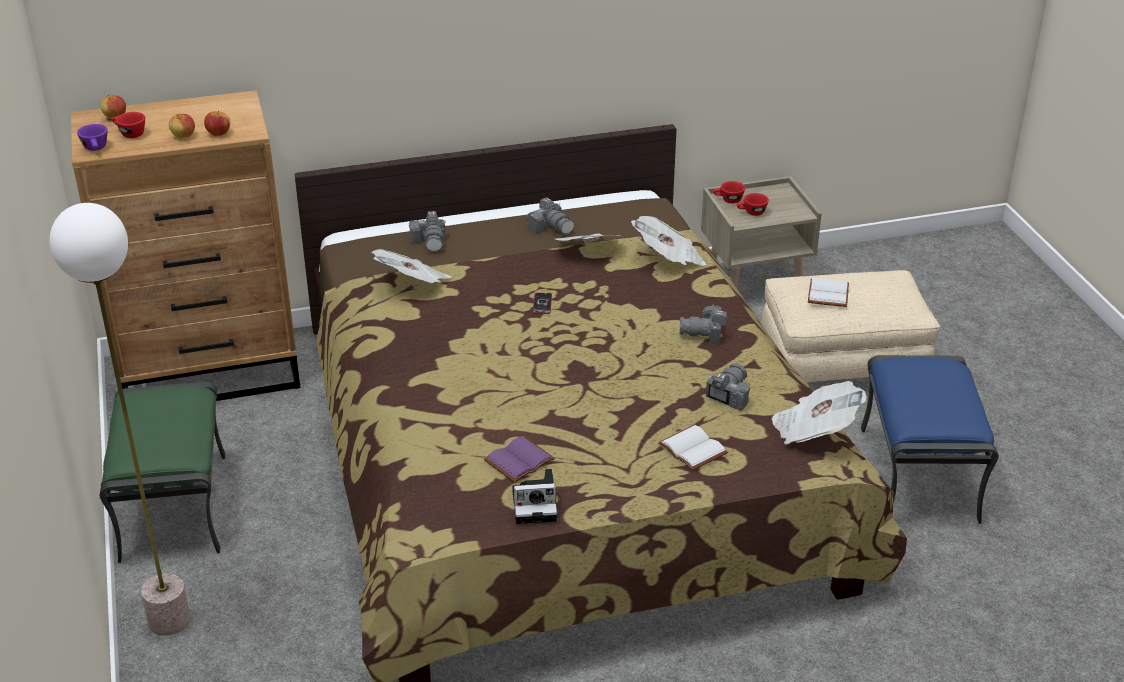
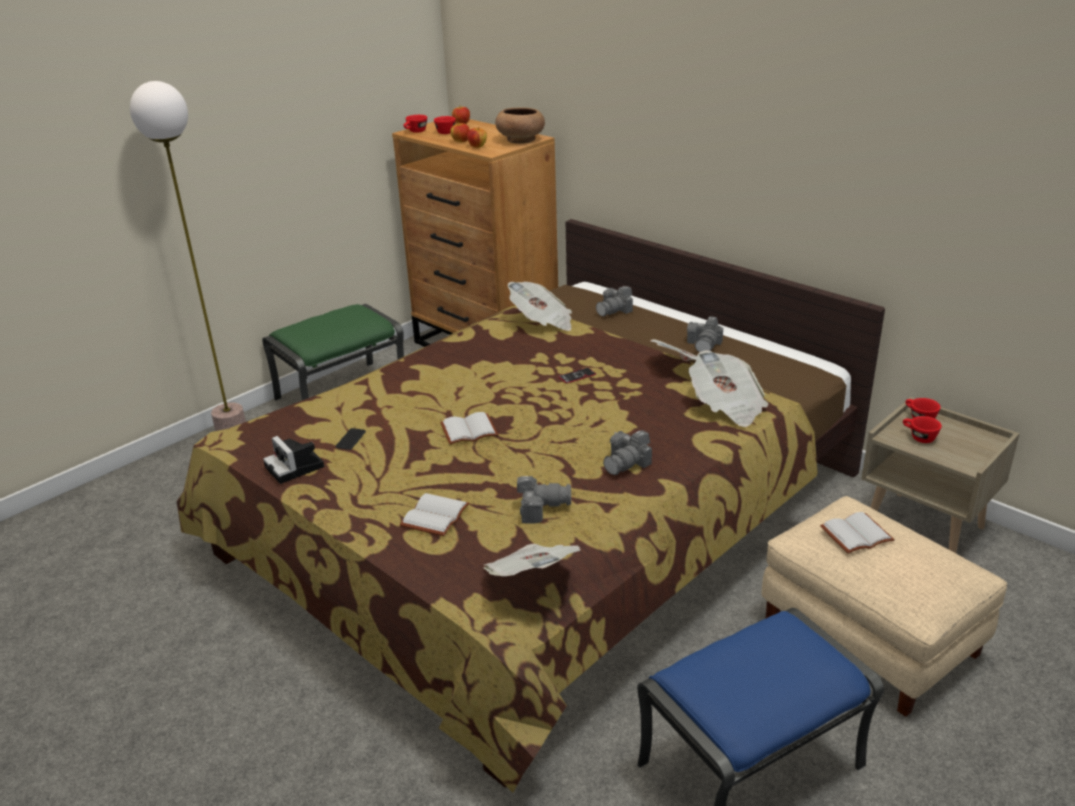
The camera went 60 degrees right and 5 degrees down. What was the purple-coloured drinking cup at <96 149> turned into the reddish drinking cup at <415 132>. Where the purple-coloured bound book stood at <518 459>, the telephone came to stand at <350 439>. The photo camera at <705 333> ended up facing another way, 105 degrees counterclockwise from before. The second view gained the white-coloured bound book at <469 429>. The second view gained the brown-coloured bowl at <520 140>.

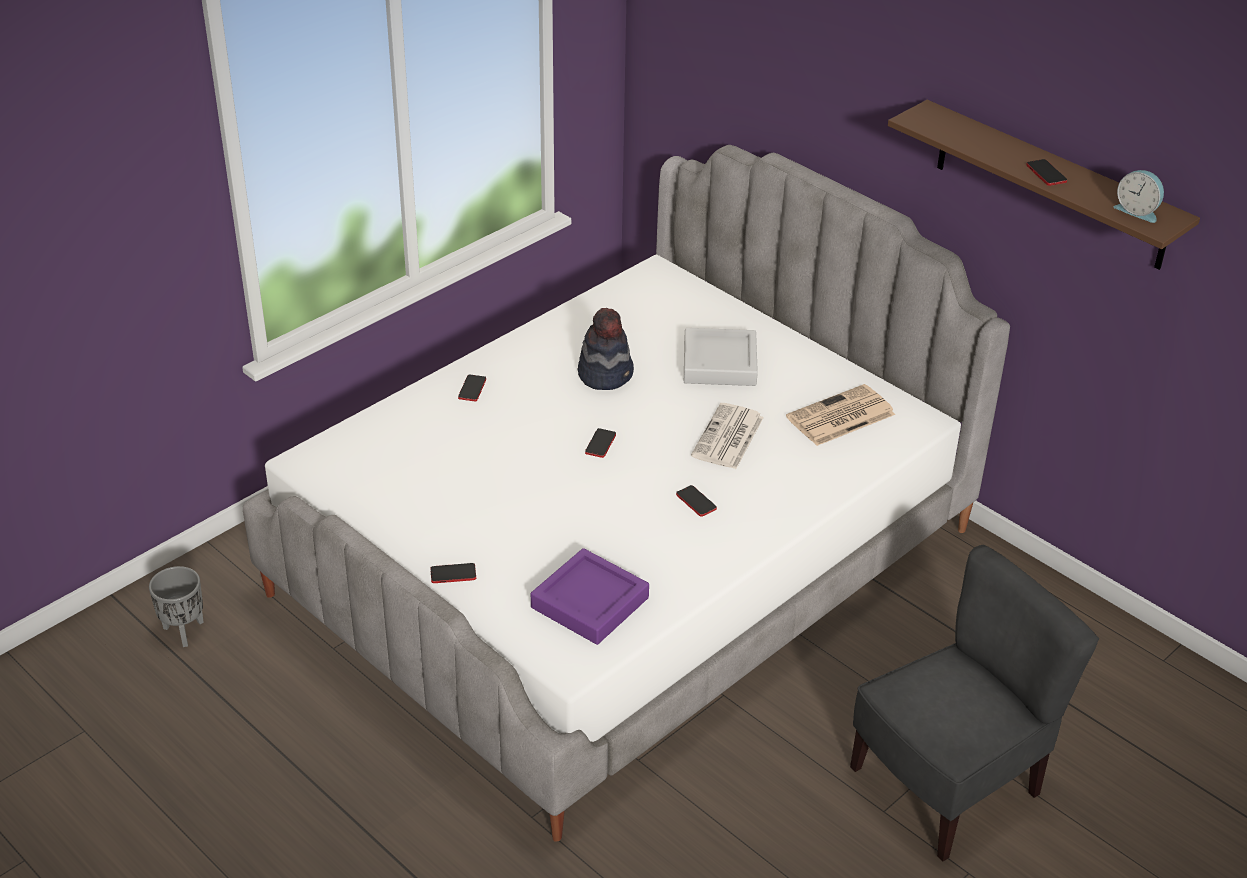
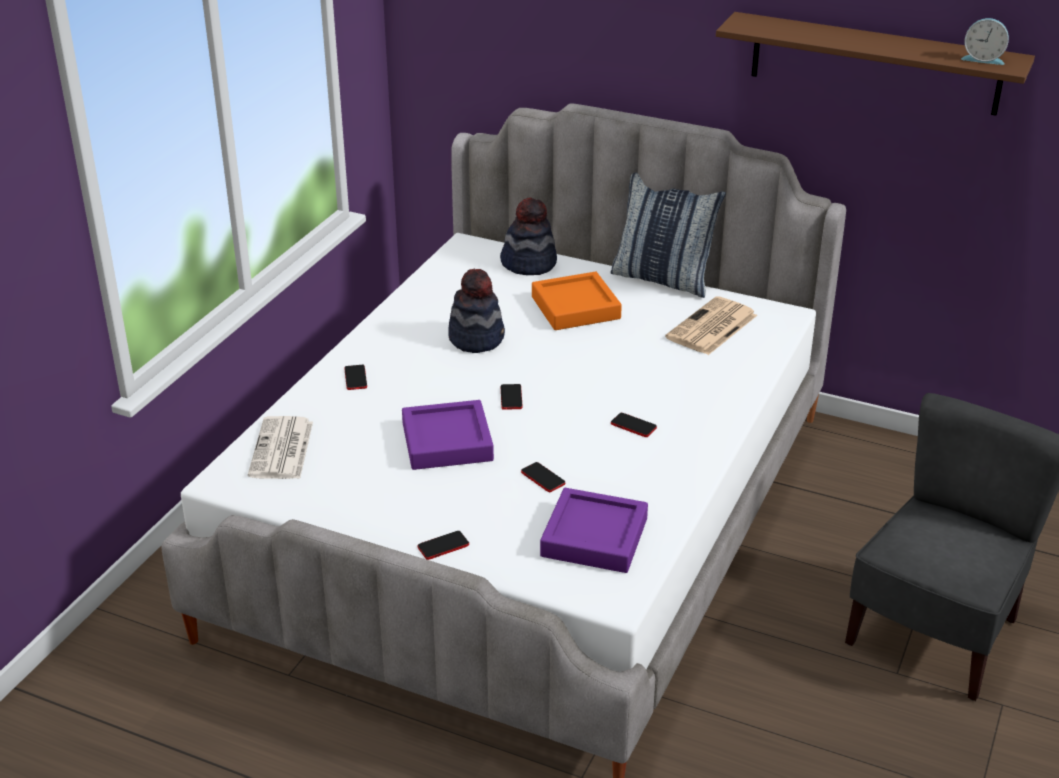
The camera went 20 degrees left and 5 degrees down. The second view lost the gray planter at <185 631>. What was the gray tray at <719 363> turned into the orange-coloured tray at <575 308>. The daily paper ended up elsewhere, having gone from <728 438> to <282 450>. The telephone ended up elsewhere, having gone from <1046 173> to <543 478>. The second view gained the purple-coloured tray at <447 442>. The second view gained the hat at <529 263>. The second view gained the throw pillow at <663 279>.

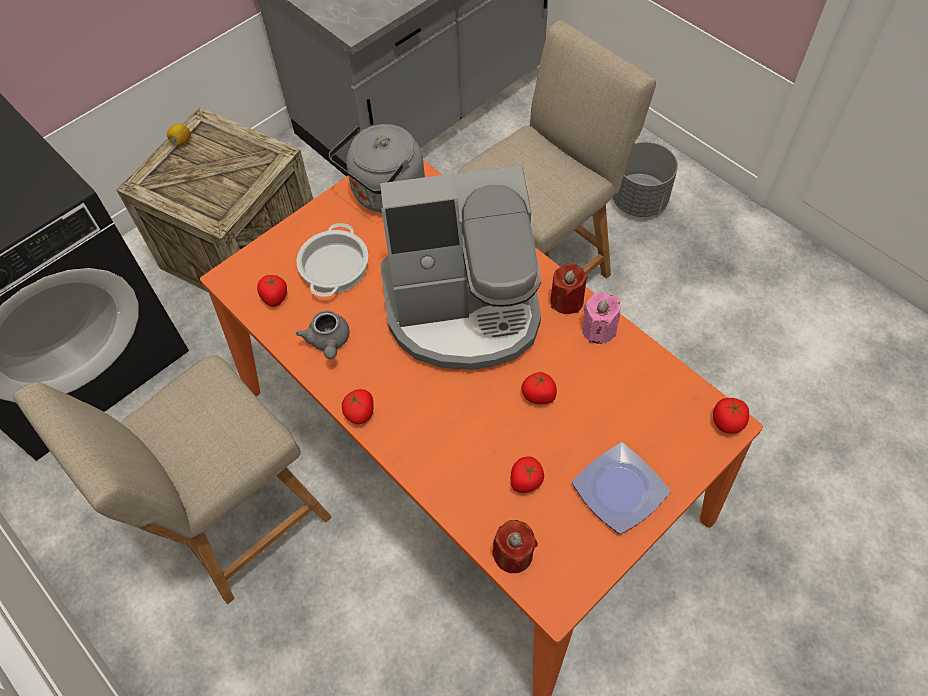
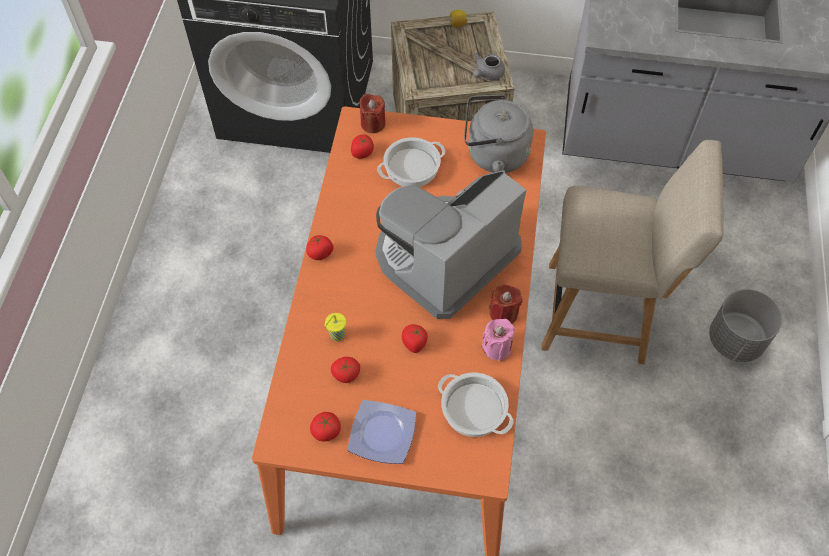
The camera went 50 degrees right and 0 degrees up. The second view lost the sand-coloured upright chair at <236 520>. The gray tea pot ended up elsewhere, having gone from <329 342> to <487 74>. The coffee machine at <463 308> ended up facing another way, 90 degrees clockwise from before. The reddish candle ended up elsewhere, having gone from <513 554> to <373 123>. The whole tomato ended up elsewhere, having gone from <727 422> to <326 431>. The second view gained the yellowish drinking cup at <336 335>. The second view gained the saucepot at <473 409>.

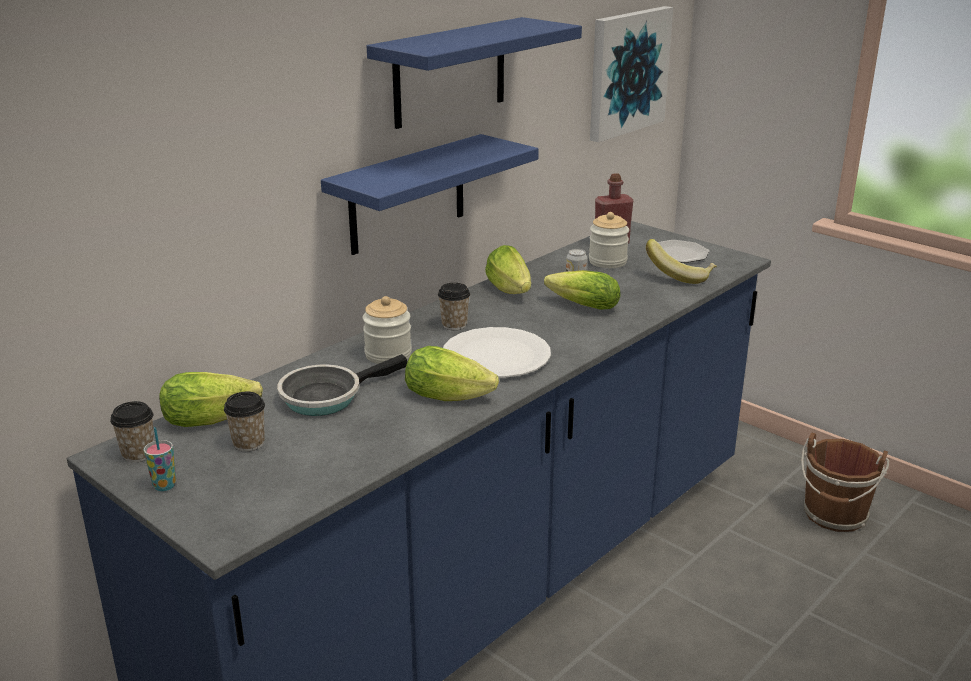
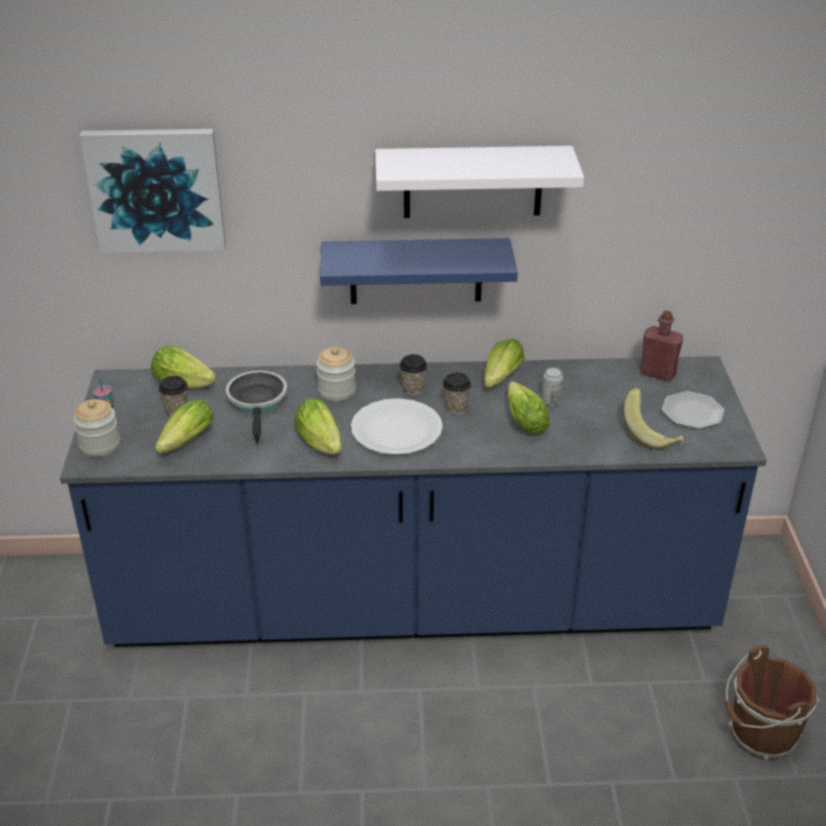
The camera went 45 degrees right and 10 degrees up. The drinking cup ended up elsewhere, having gone from <138 454> to <456 408>. The pan at <326 396> ended up facing another way, 75 degrees clockwise from before. What was the blue bracket shelf at <450 72> turned into the white-coloured bracket shelf at <473 181>. The preserve jar ended up elsewhere, having gone from <607 261> to <100 445>. The wall art ended up elsewhere, having gone from <627 72> to <156 189>. The second view gained the lettuce at <184 443>.

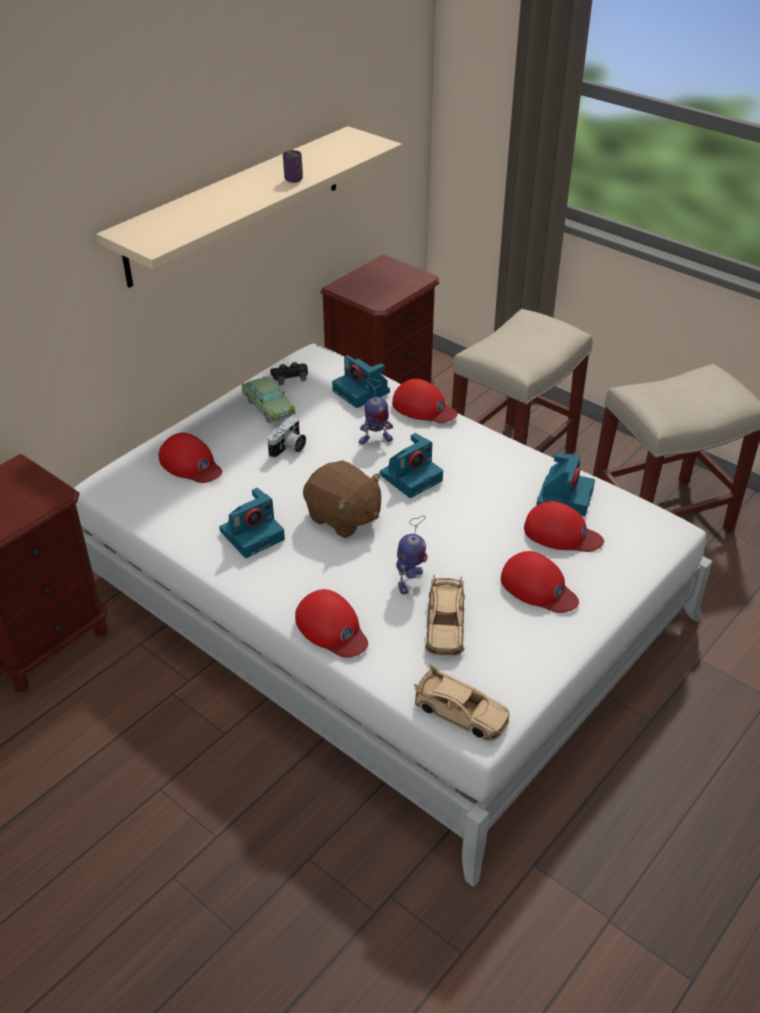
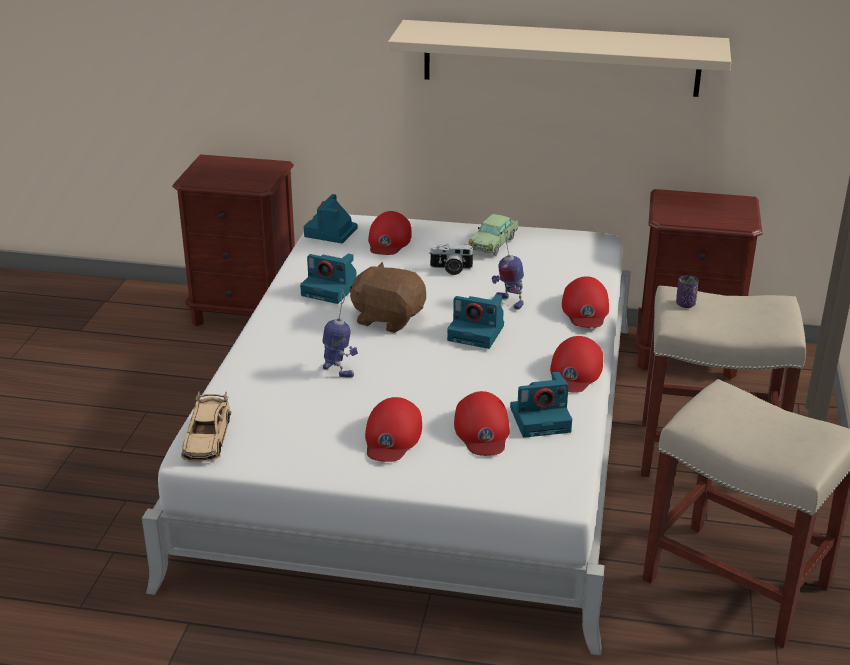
The camera went 60 degrees right and 10 degrees down. The second view lost the black-coloured gamepad at <290 377>. The purple-coloured drinking cup ended up elsewhere, having gone from <293 179> to <685 304>. The reddish peaked cap ended up elsewhere, having gone from <332 628> to <575 372>. The brown-coloured soft toy at <343 518> ended up facing another way, 105 degrees clockwise from before. The photo camera ended up elsewhere, having gone from <362 392> to <331 233>. The robot figure at <409 581> ended up facing another way, 135 degrees counterclockwise from before. The second view lost the sand-coloured model car at <445 625>.

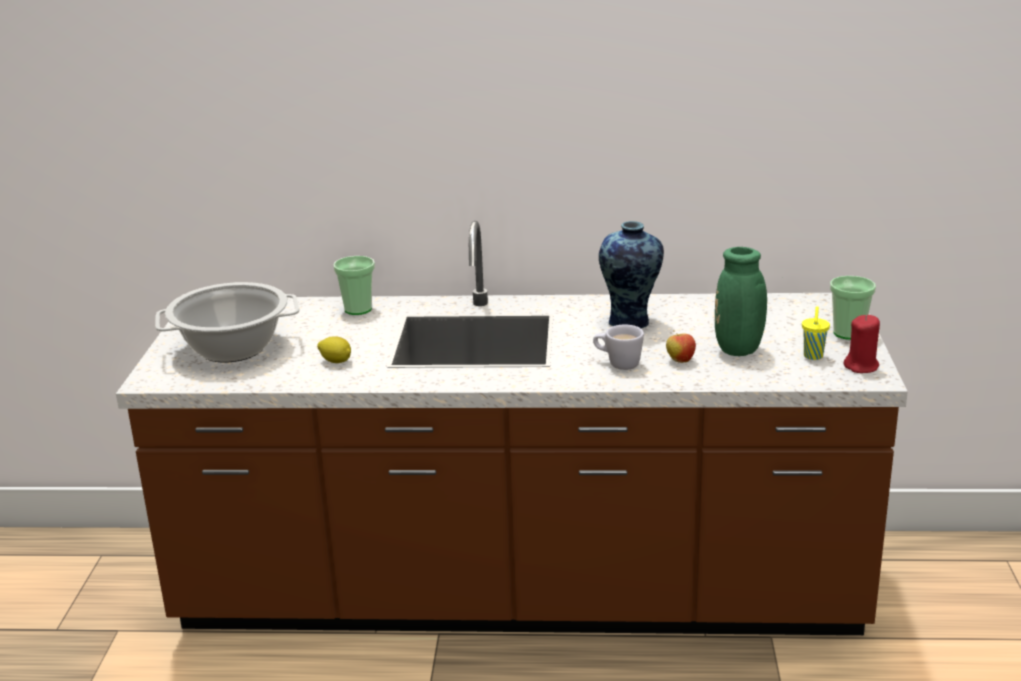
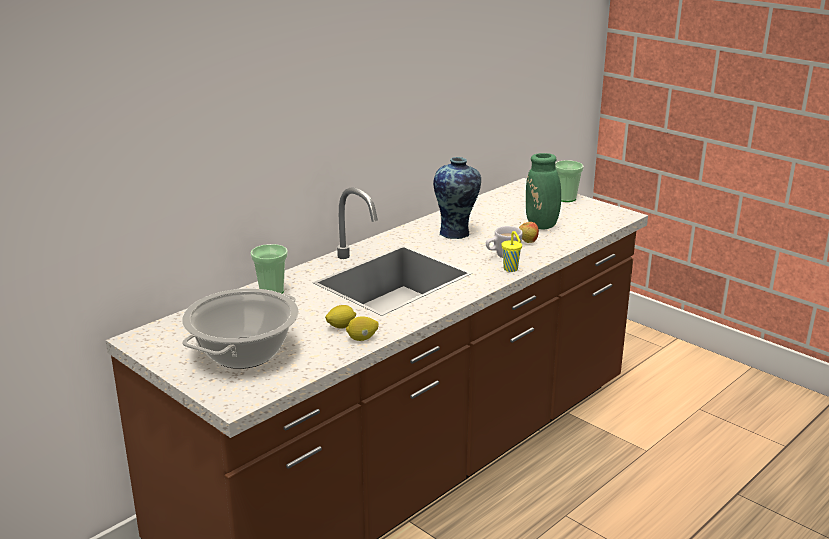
The camera went 50 degrees left and 0 degrees up. The yellowish drinking cup ended up elsewhere, having gone from <813 356> to <511 269>. The second view lost the reddish candle at <861 366>. The second view gained the citrus fruit at <362 339>.

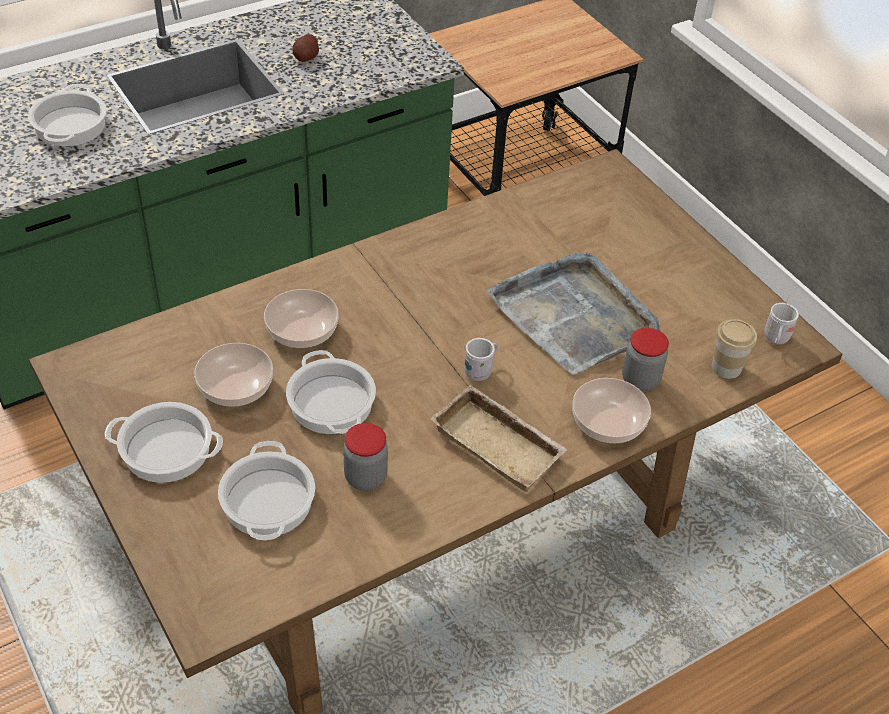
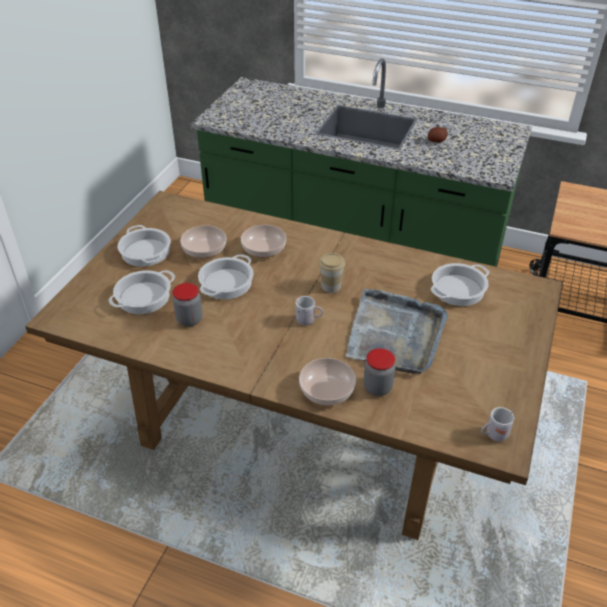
The camera went 55 degrees right and 5 degrees down. The saucepot ended up elsewhere, having gone from <71 126> to <458 290>. The second view lost the sand-coloured tray at <500 443>. The drinking cup ended up elsewhere, having gone from <726 367> to <331 286>.

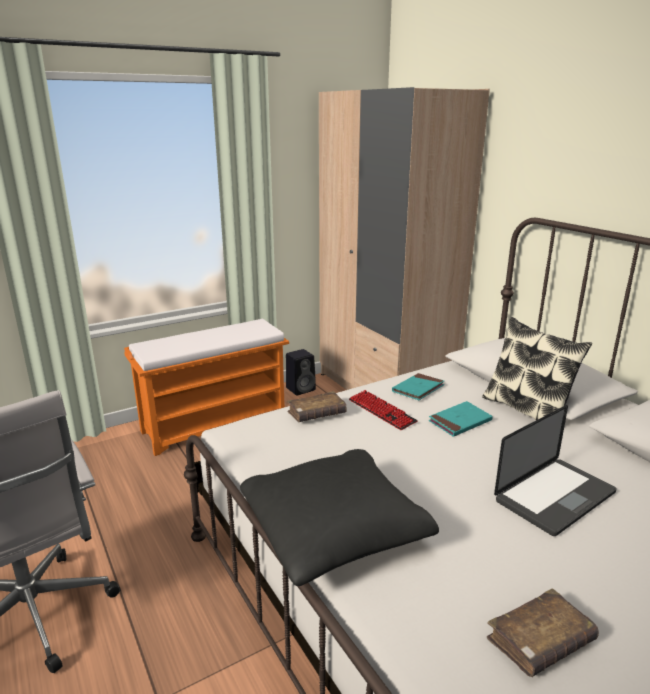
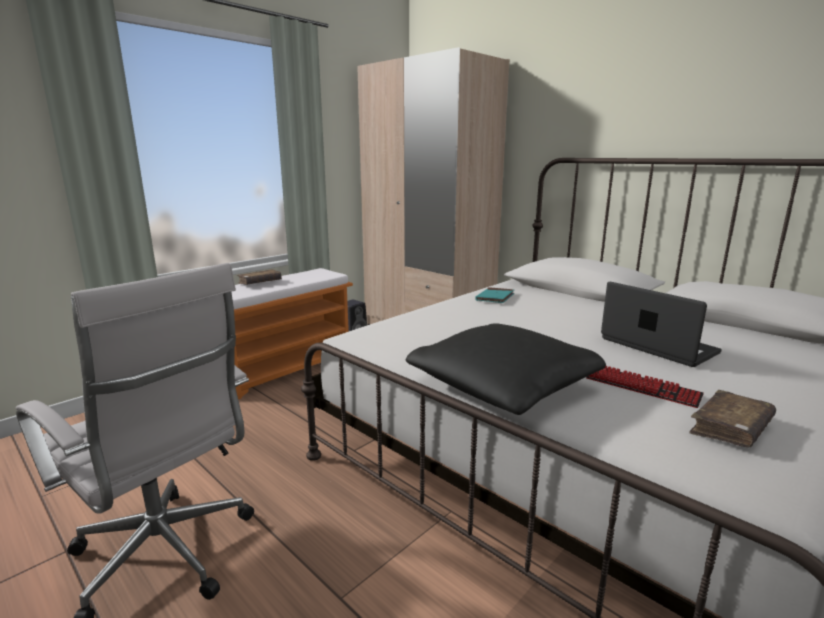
The camera went 15 degrees left and 5 degrees down. The brown-coloured bound book ended up elsewhere, having gone from <316 414> to <260 283>. The PC keyboard ended up elsewhere, having gone from <381 411> to <642 387>. The second view lost the turquoise bound book at <460 421>. The second view lost the throw pillow at <527 410>. The notebook computer at <554 497> ended up facing another way, 75 degrees counterclockwise from before.

